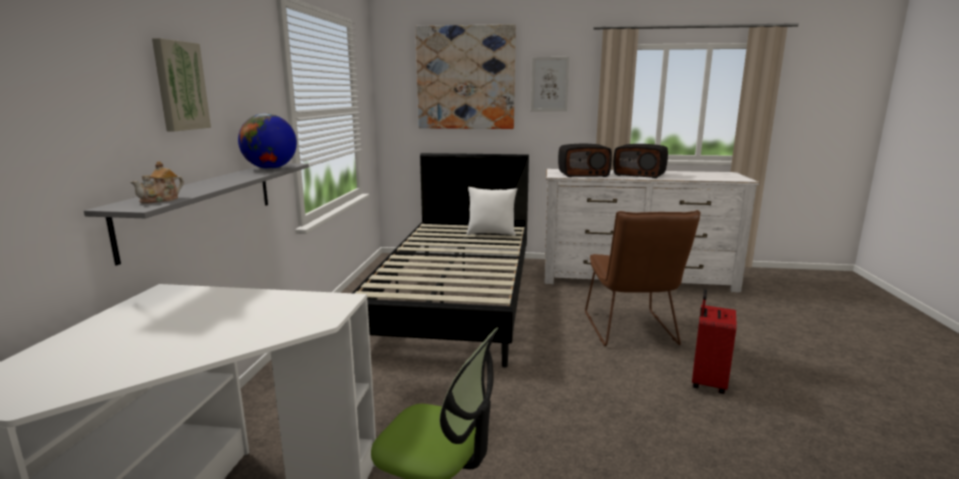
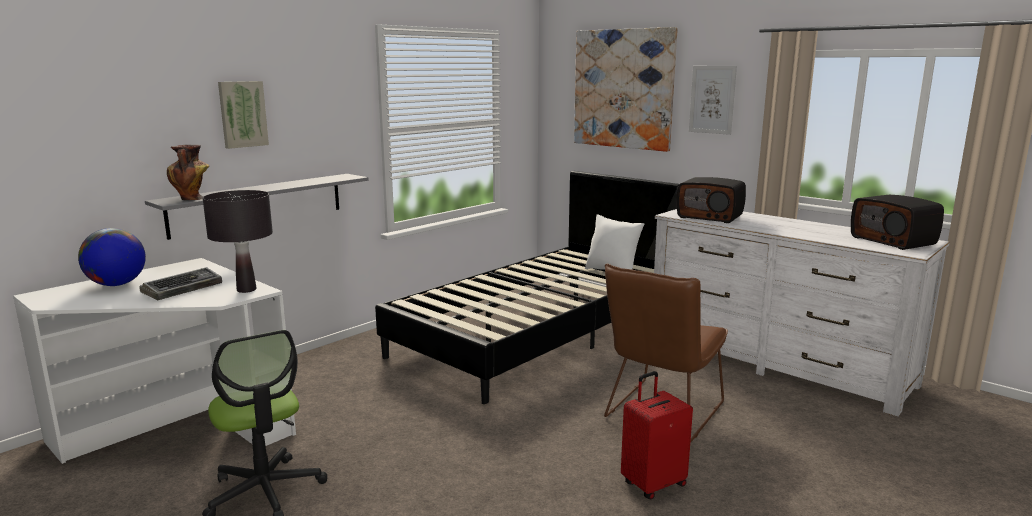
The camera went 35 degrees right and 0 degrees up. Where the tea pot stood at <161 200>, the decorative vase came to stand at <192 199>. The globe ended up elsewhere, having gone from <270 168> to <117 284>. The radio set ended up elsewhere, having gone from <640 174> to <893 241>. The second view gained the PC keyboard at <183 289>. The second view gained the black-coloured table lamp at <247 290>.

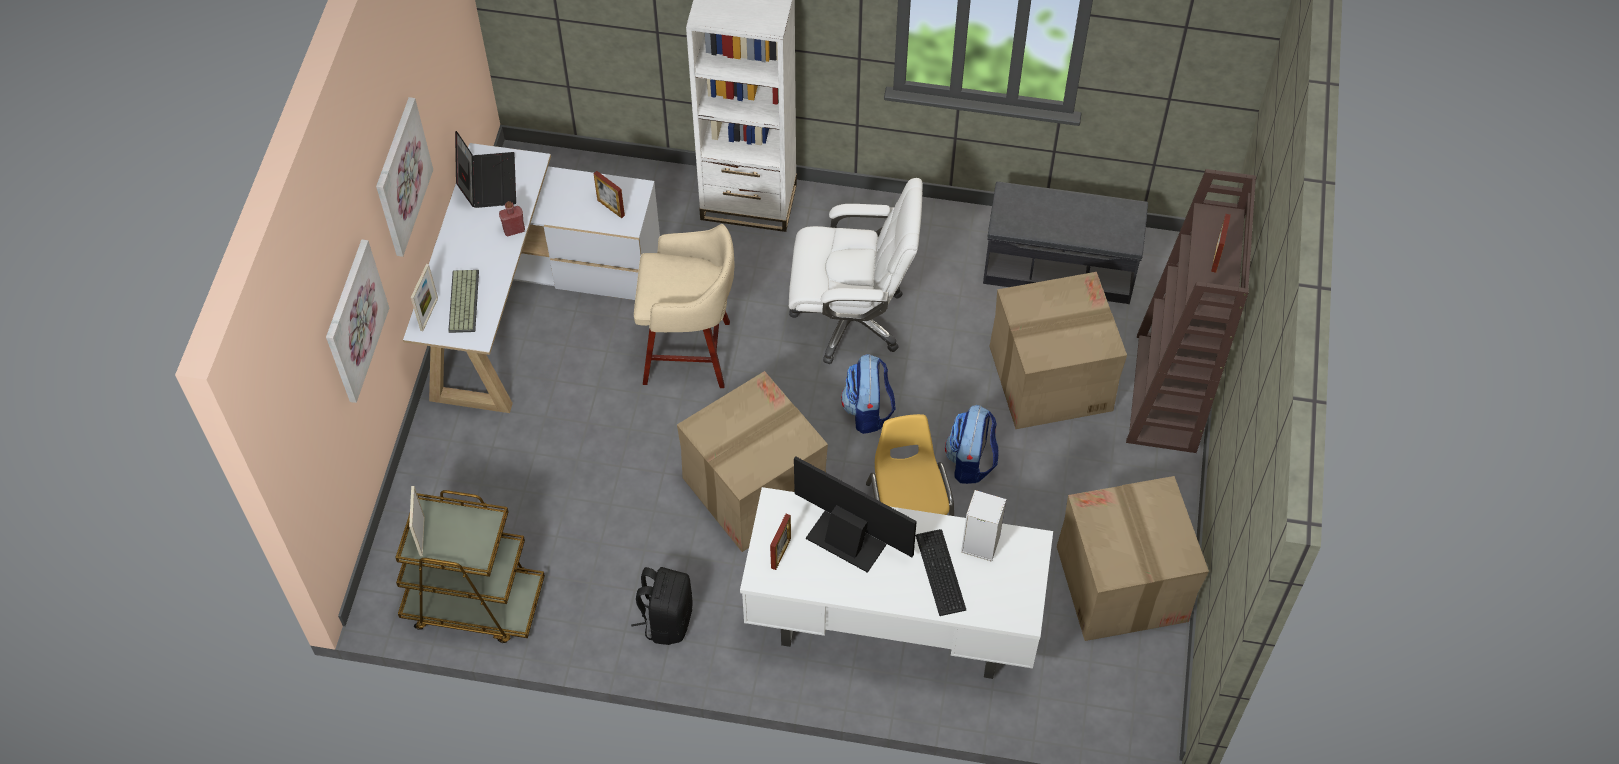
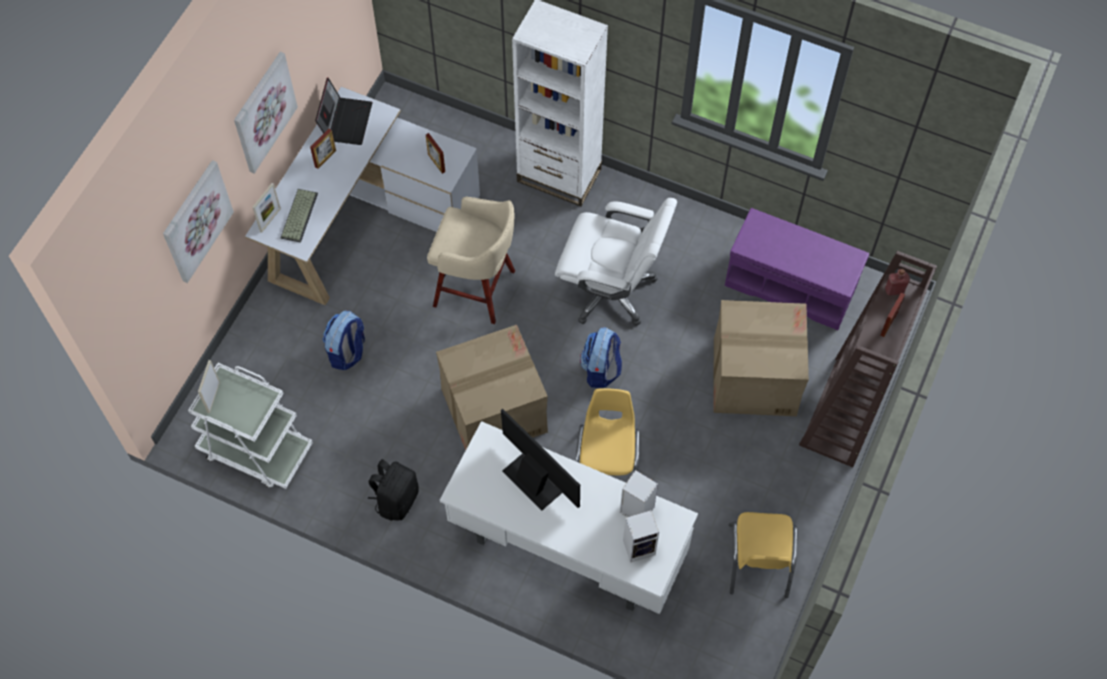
The camera went 15 degrees right and 5 degrees up. What was the brown-coloured cart at <473 603> turned into the white-coloured cart at <255 450>. The reddish bottle ended up elsewhere, having gone from <514 230> to <894 290>. The picture frame ended up elsewhere, having gone from <781 553> to <325 158>. The second view lost the PC keyboard at <939 573>. The backpack ended up elsewhere, having gone from <971 461> to <347 352>. What was the gray long seat at <1060 266> turned into the purple-coloured long seat at <792 285>. Where the cardboard box stood at <1122 584>, the yellowish upright chair came to stand at <758 561>. The second view gained the speaker at <640 546>.

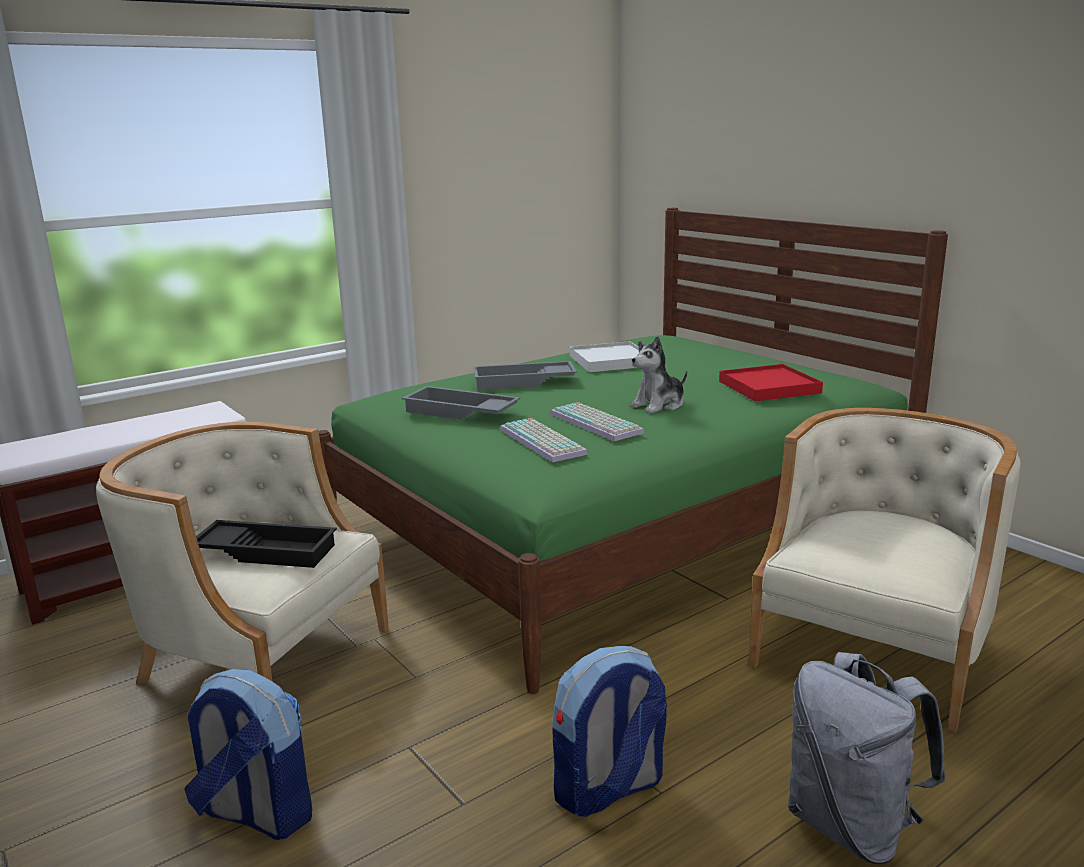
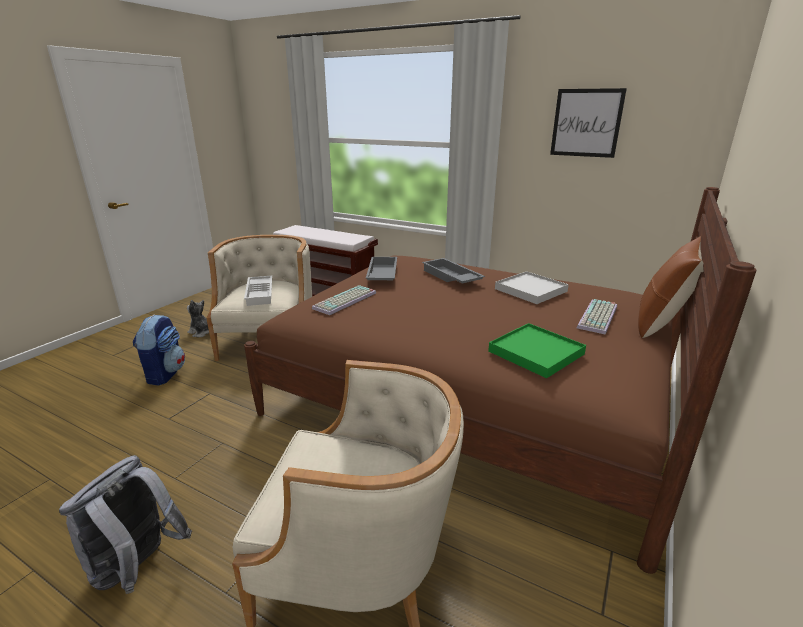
The camera went 65 degrees right and 5 degrees up. What was the black-coloured tray at <267 551> turned into the white-coloured tray at <261 294>. What was the greenish bed at <619 525> turned into the brown-coloured bed at <470 398>. The PC keyboard ended up elsewhere, having gone from <597 423> to <599 317>. The second view lost the backpack at <608 790>. The soft toy ended up elsewhere, having gone from <659 405> to <202 332>. What was the reddish tray at <768 387> turned into the greenish tray at <536 352>. The second view gained the wall art at <586 123>. The second view gained the brown-coloured throw pillow at <661 324>.

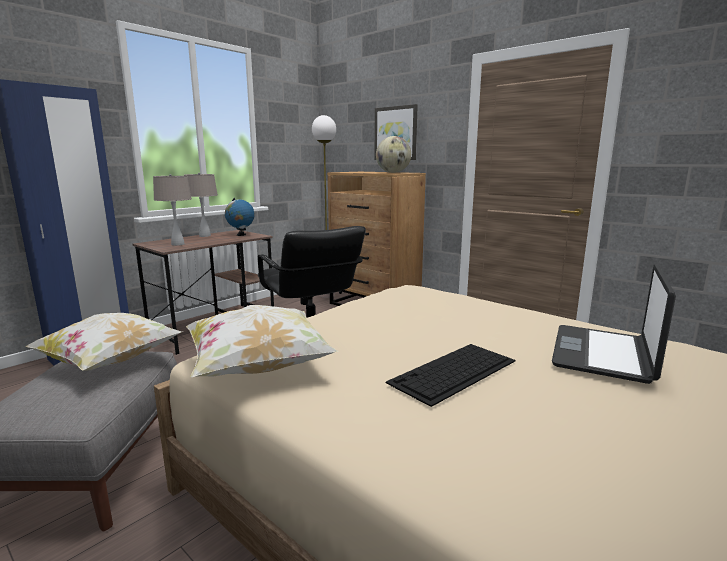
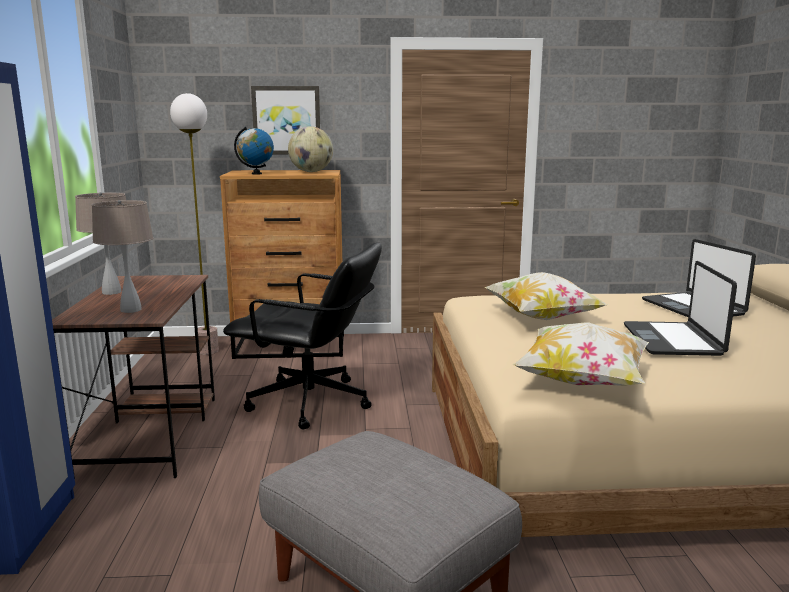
The camera went 45 degrees left and 0 degrees up. The throw pillow ended up elsewhere, having gone from <111 362> to <541 318>. The globe ended up elsewhere, having gone from <241 235> to <256 174>. Where the PC keyboard stood at <453 372>, the notebook computer came to stand at <673 340>.

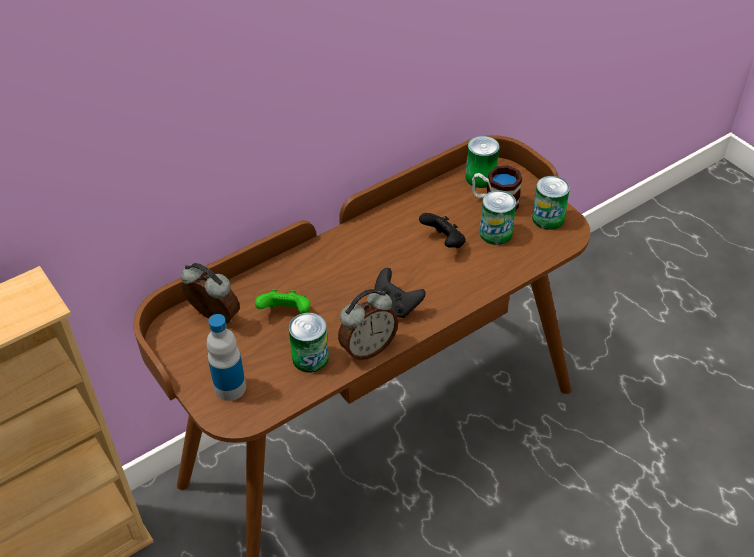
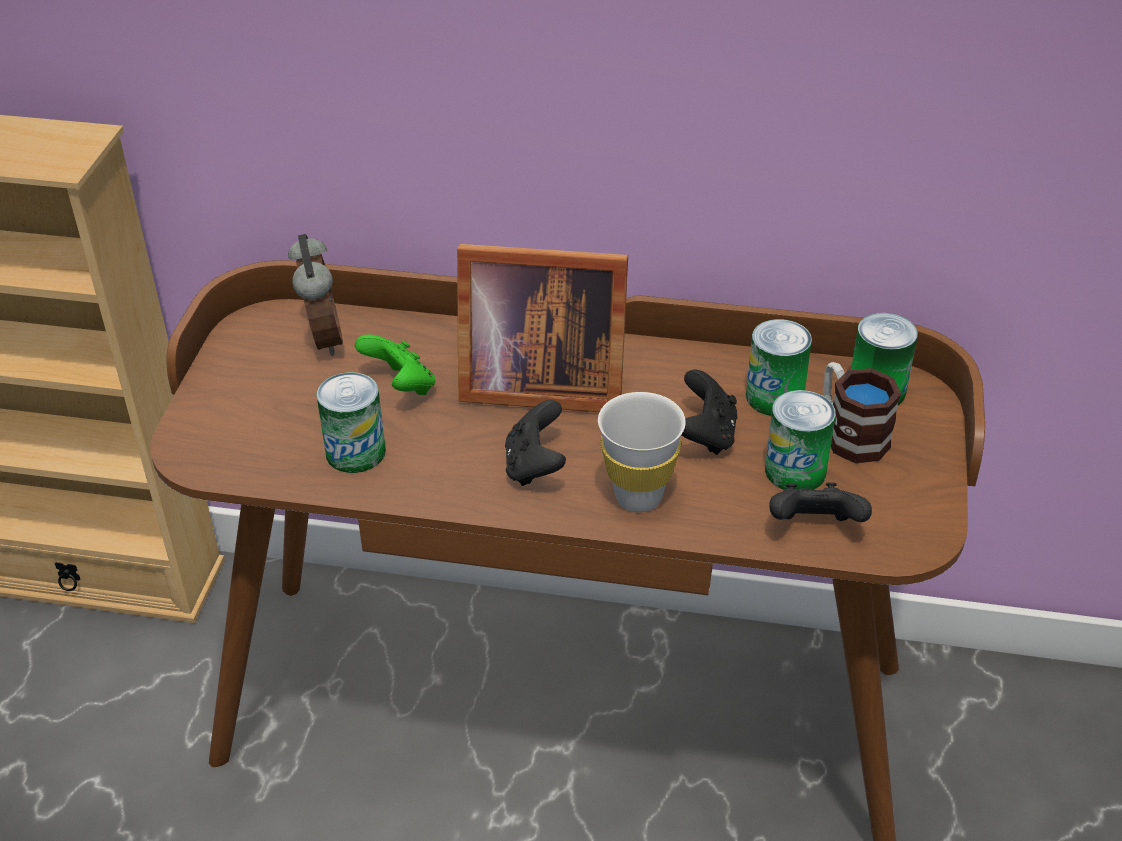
The camera went 45 degrees right and 5 degrees down. The second view lost the bottle at <230 388>. The second view lost the alarm clock at <367 348>. The sealed can ended up elsewhere, having gone from <548 218> to <774 397>. The second view gained the picture frame at <536 383>. The second view gained the white-coloured drinking cup at <638 497>. The second view gained the black-coloured gamepad at <814 527>.

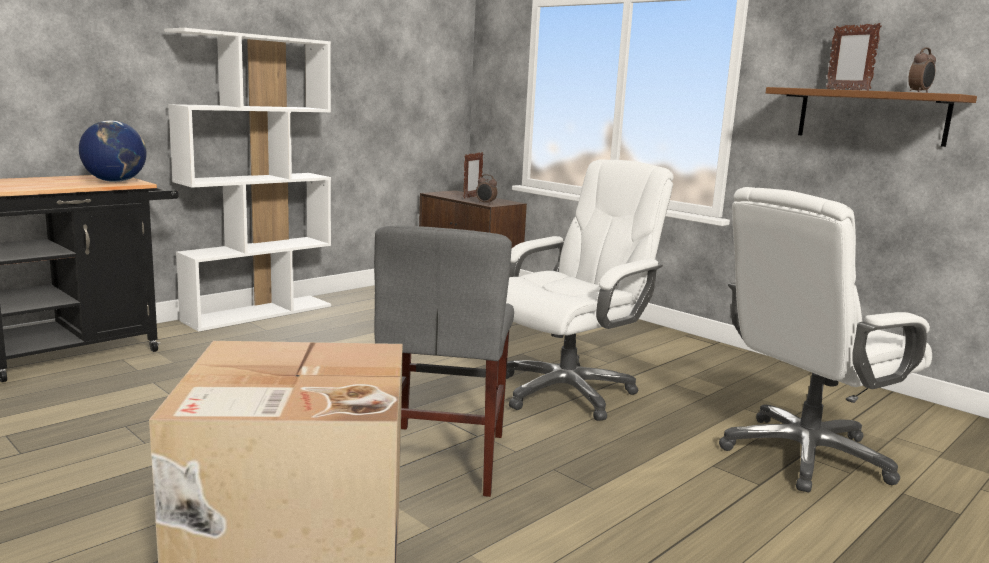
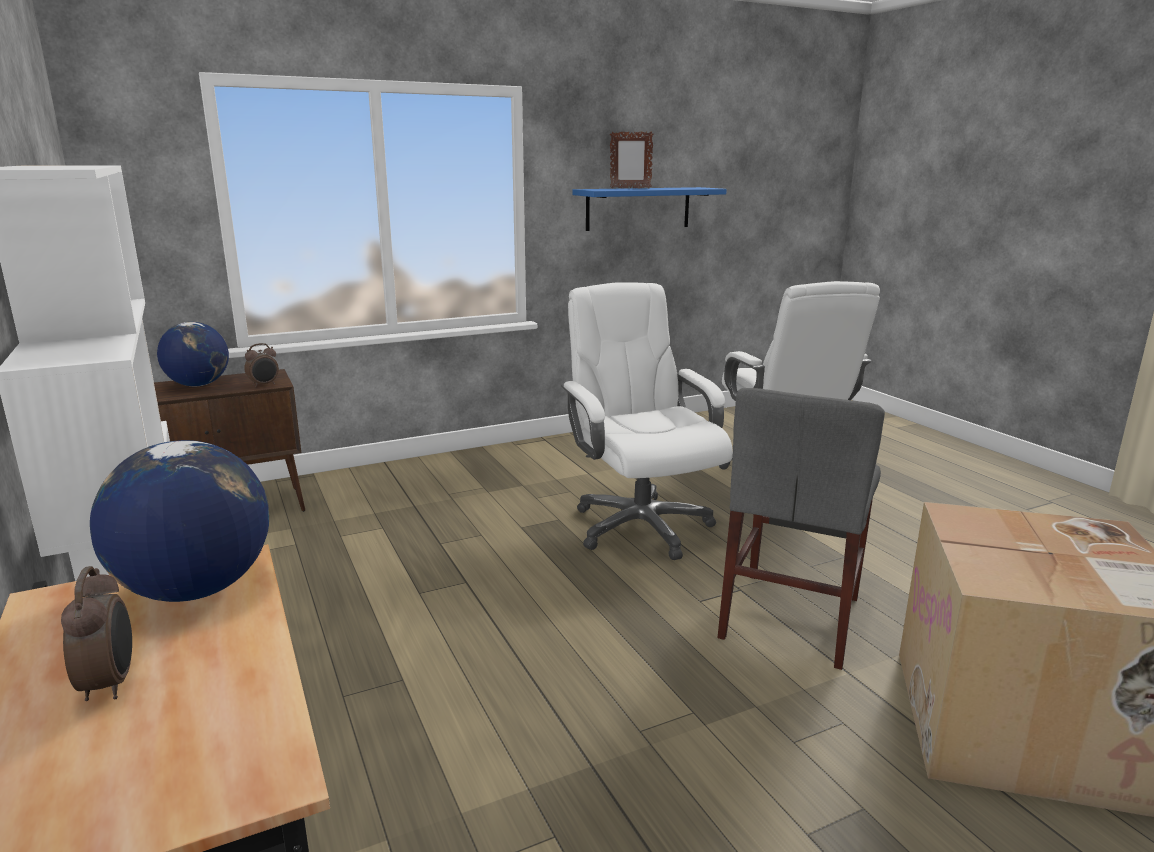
The camera went 70 degrees left and 5 degrees up. The gray upright chair at <441 458> ended up facing another way, 90 degrees clockwise from before. Where the picture frame stood at <472 197>, the globe came to stand at <198 385>. What was the brown-coloured bracket shelf at <871 116> turned into the blue bracket shelf at <638 208>. The alarm clock ended up elsewhere, having gone from <919 92> to <111 683>.

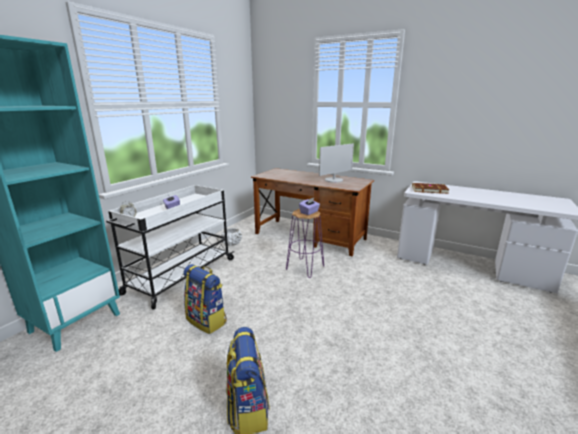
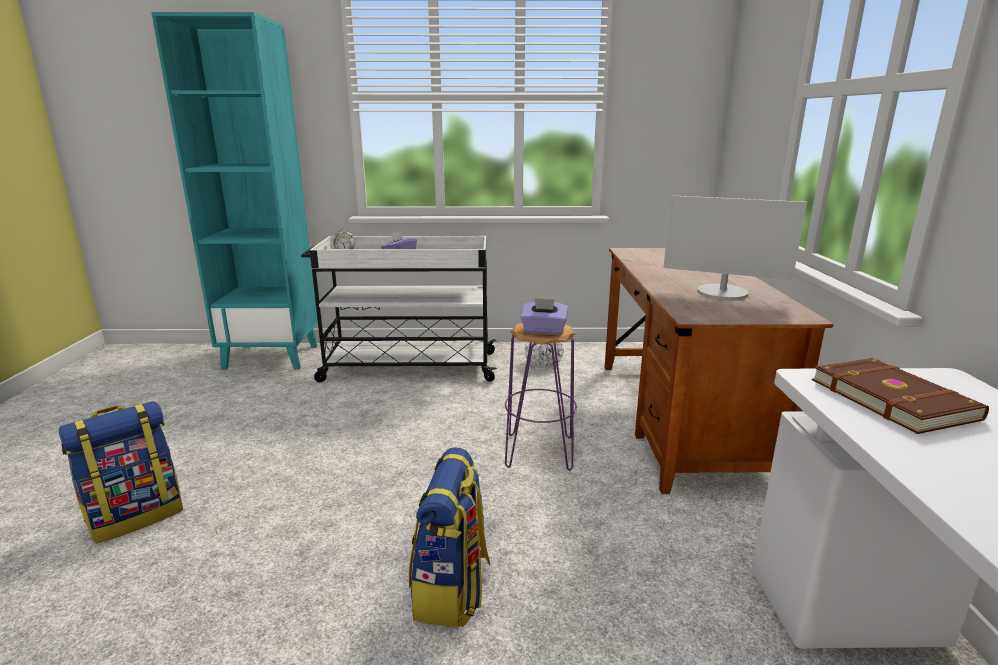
The camera went 60 degrees right and 0 degrees up. The backpack ended up elsewhere, having gone from <207 320> to <452 590>.

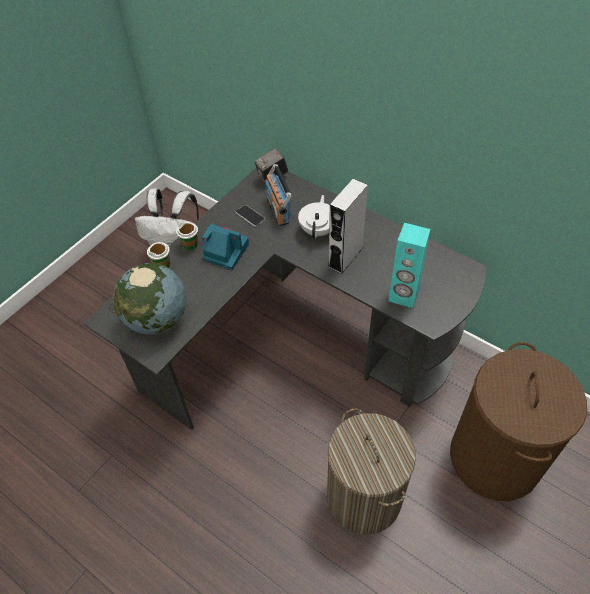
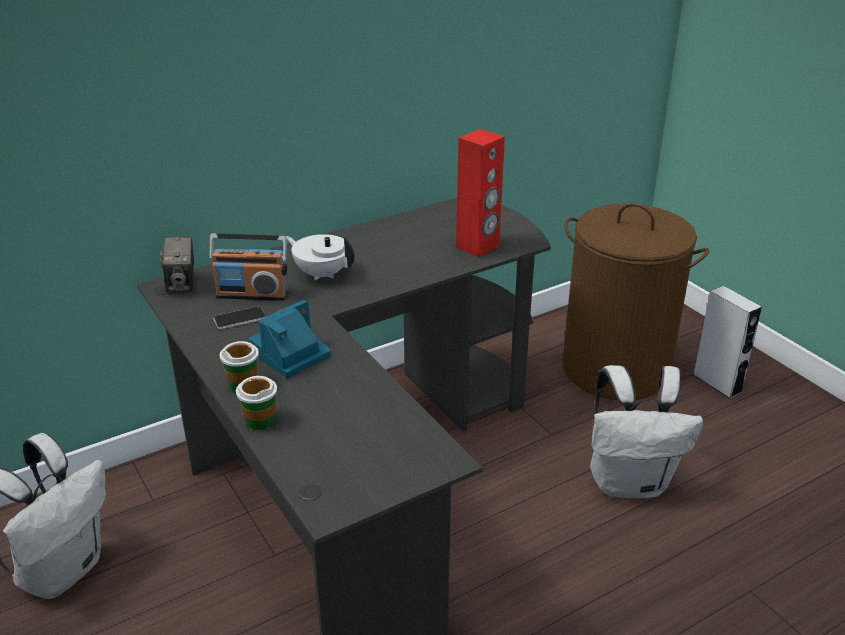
The camera went 70 degrees left and 20 degrees down. The second view lost the globe at <157 319>. Where the hamper stood at <364 497>, the white-coloured backpack came to stand at <630 482>. The gray speaker ended up elsewhere, having gone from <345 257> to <717 383>. What was the turquoise speaker at <403 296> turned into the reddish speaker at <478 247>.

